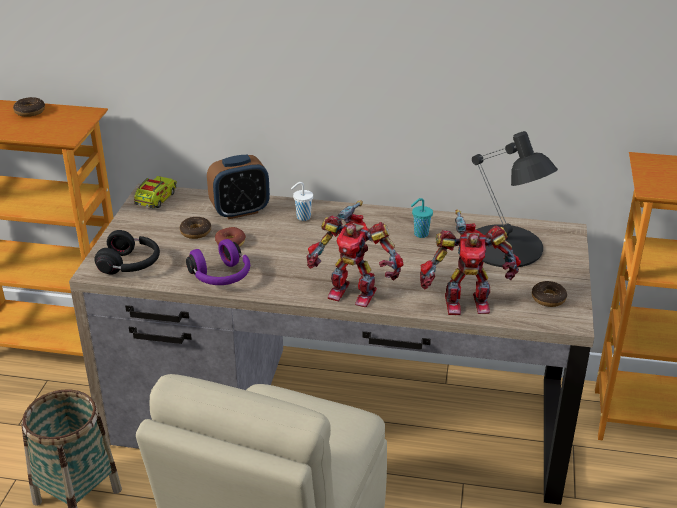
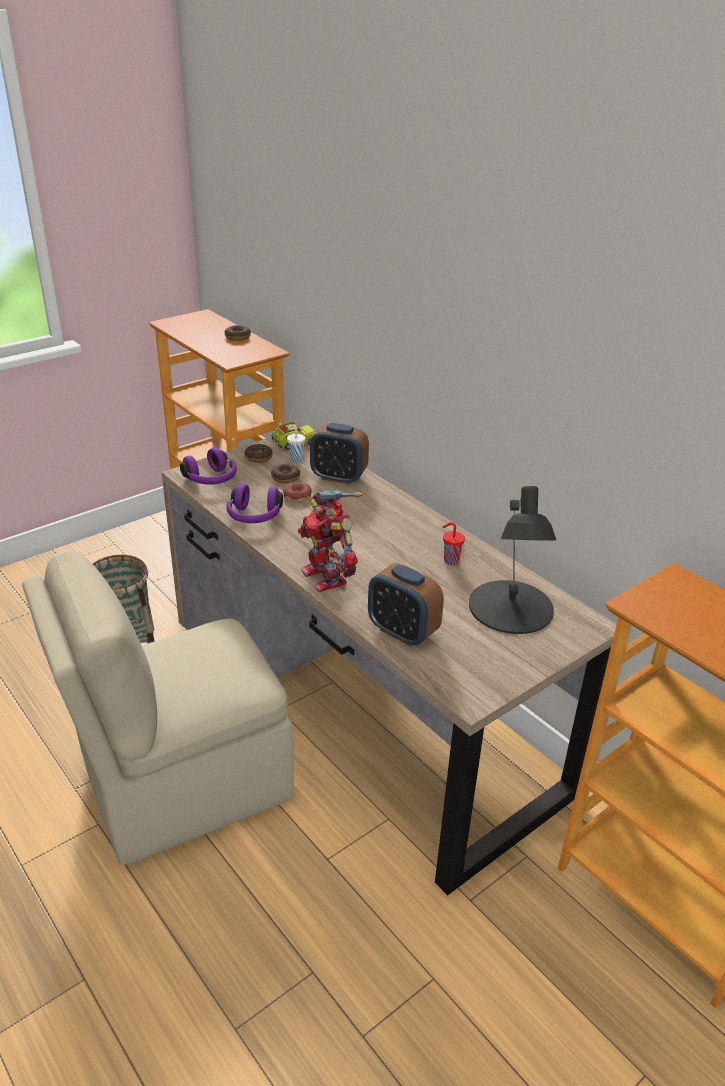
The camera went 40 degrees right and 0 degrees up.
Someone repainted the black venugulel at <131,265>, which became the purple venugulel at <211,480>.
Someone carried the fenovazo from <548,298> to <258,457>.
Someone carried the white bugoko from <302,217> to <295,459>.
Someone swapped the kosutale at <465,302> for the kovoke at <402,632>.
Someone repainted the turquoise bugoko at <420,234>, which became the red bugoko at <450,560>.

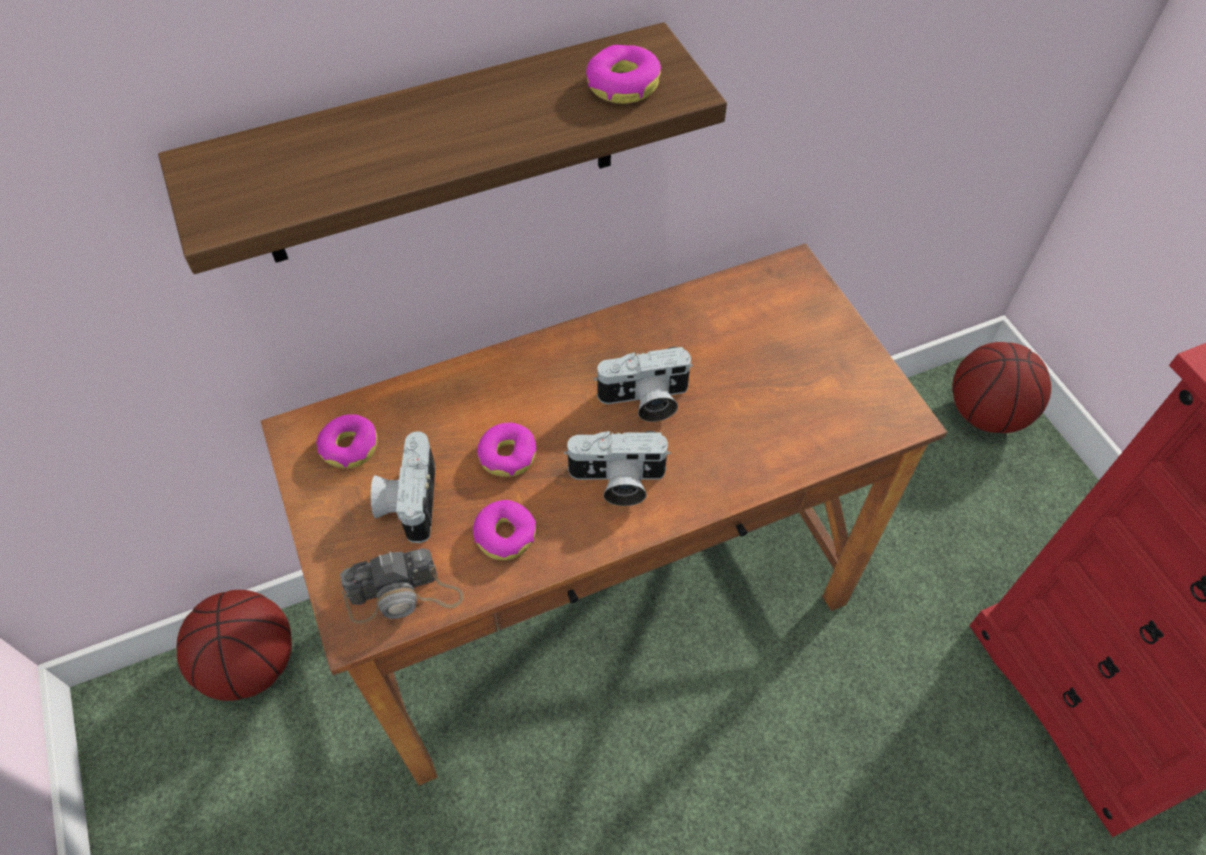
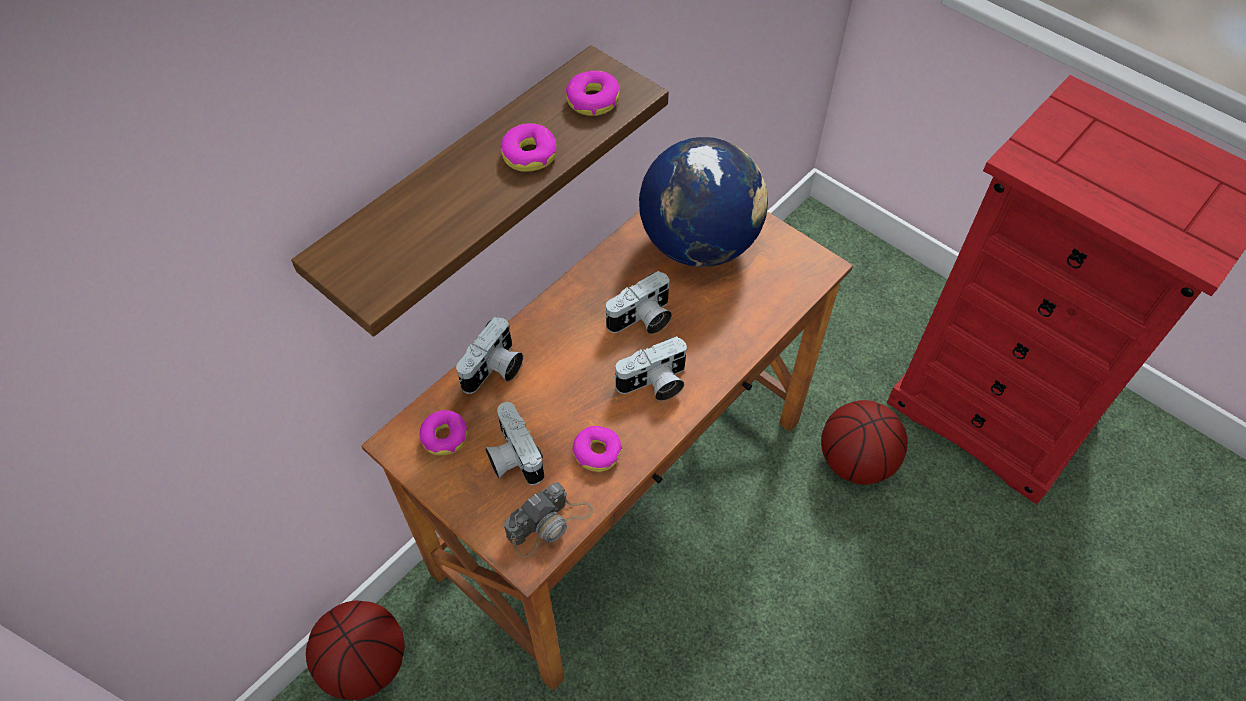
The camera went 25 degrees left and 0 degrees up.
Someone put down the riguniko at <495,370>.
Someone carried the fenovazo from <508,455> to <529,154>.
Someone put down the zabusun at <699,243>.
Someone carried the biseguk from <986,414> to <856,461>.

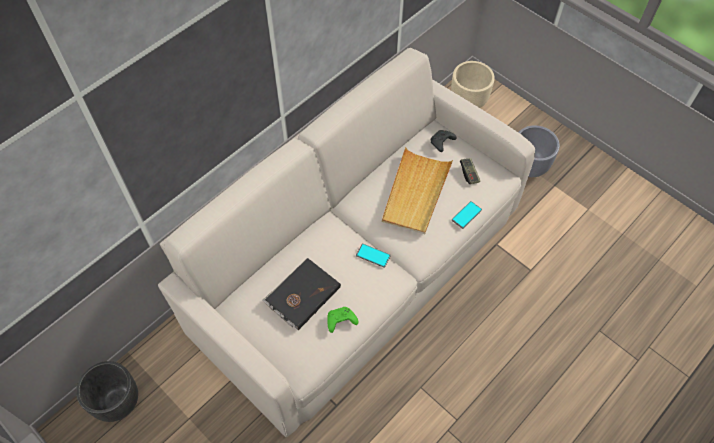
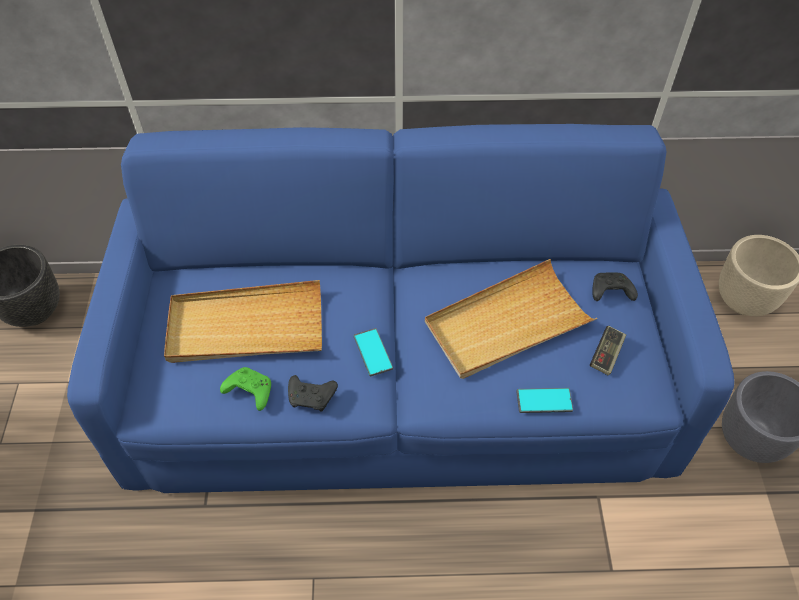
The camera went 45 degrees right and 5 degrees down.
Someone repainted the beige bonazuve at <357,263>, which became the blue bonazuve at <401,373>.
Someone swapped the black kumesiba at <302,294> for the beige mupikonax at <245,327>.
Someone put down the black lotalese at <312,397>.

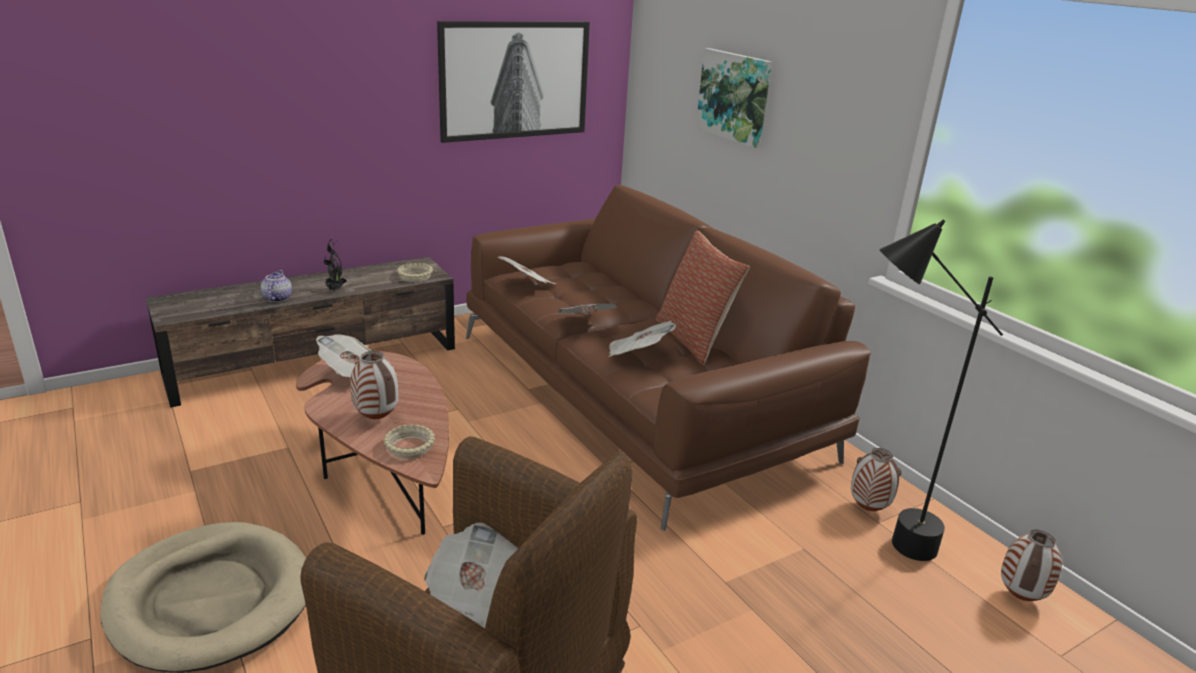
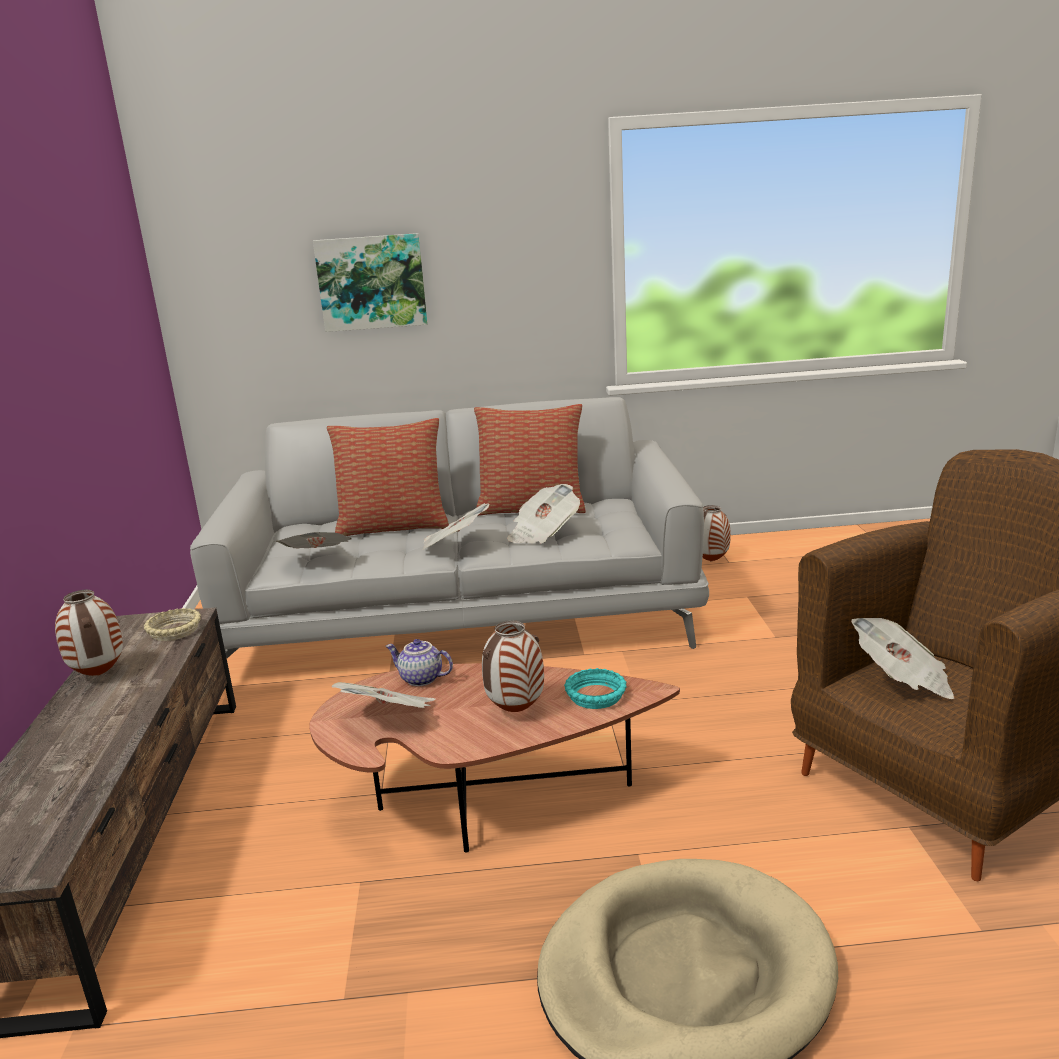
The camera went 60 degrees left and 5 degrees down.
Someone carried the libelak from <1021,598> to <100,675>.
Someone repainted the brown bonazuve at <636,395>, which became the grey bonazuve at <464,614>.
Someone put down the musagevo at <393,527>.
Someone carried the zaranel from <277,298> to <420,679>.
Someone repainted the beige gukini at <410,446>, which became the turquoise gukini at <595,695>.
Someone took away the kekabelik at <335,290>.
Someone took away the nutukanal at <515,80>.
Someone took away the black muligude at <878,545>.

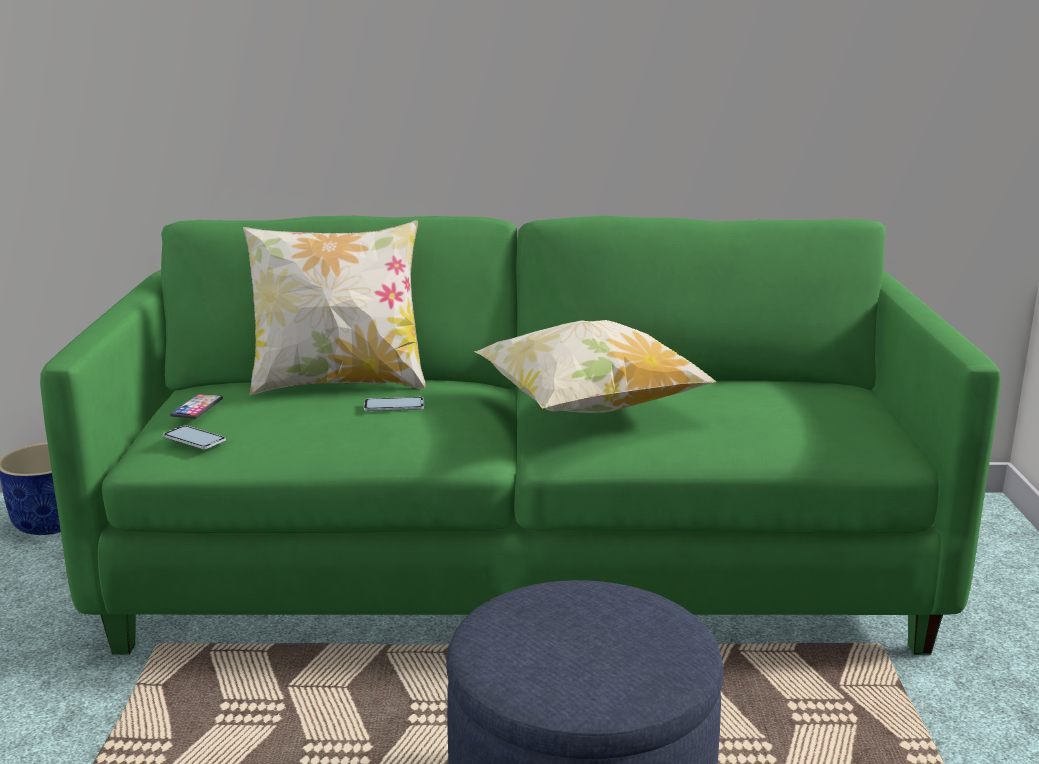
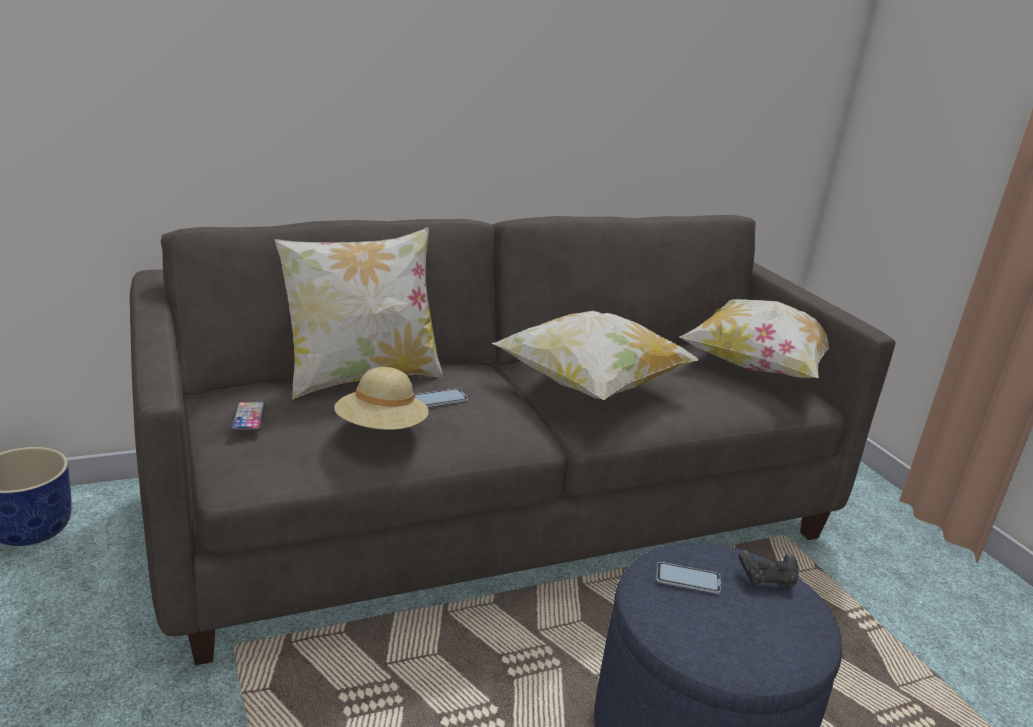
The camera went 25 degrees left and 5 degrees up.
Someone repainted the green bonazuve at <521,569>, which became the grey bonazuve at <501,512>.
Someone put down the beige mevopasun at <381,429>.
Someone carried the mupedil from <194,439> to <688,579>.
Someone put down the musagevo at <758,367>.
Someone put down the black lotalese at <767,579>.

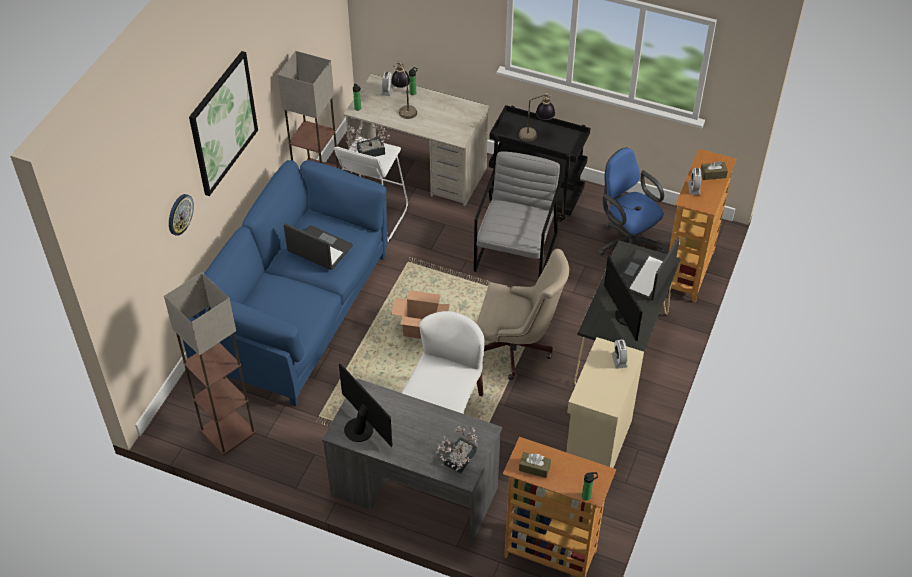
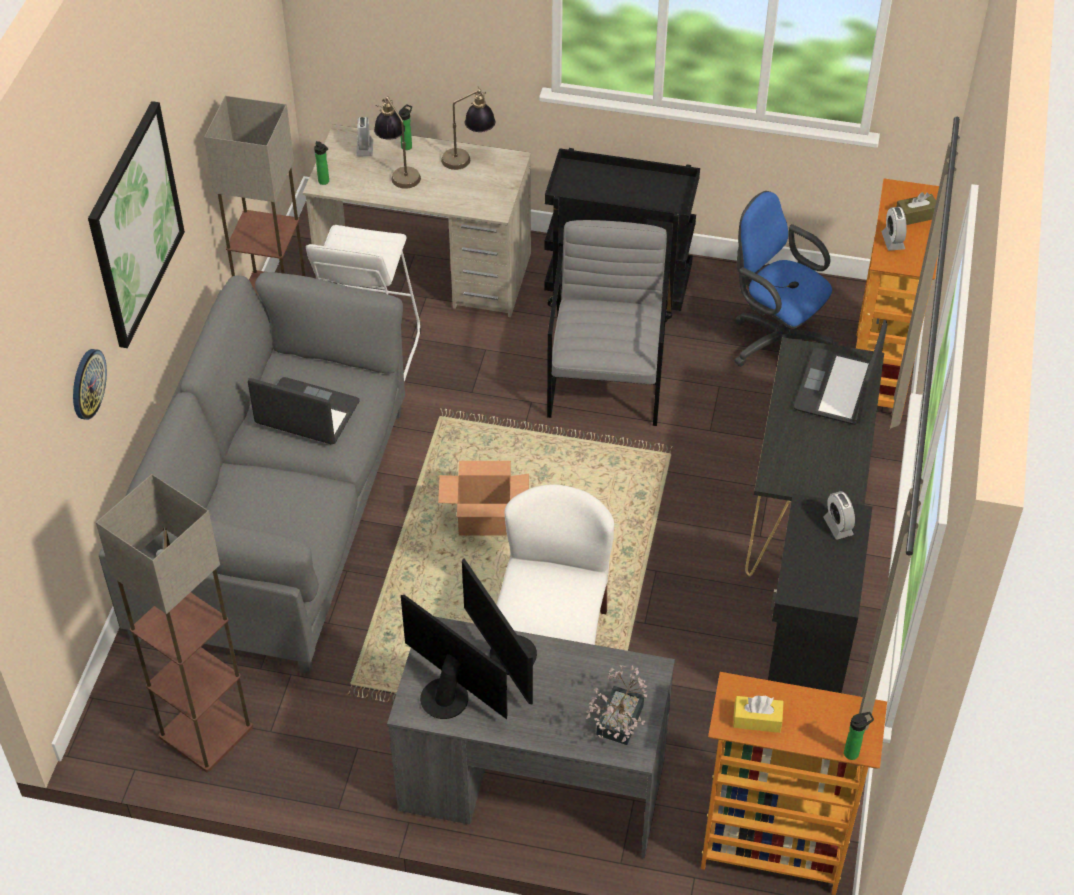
The camera went 10 degrees left and 0 degrees up.
Someone repainted the blue bonazuve at <294,312>, which became the grey bonazuve at <274,521>.
Someone carried the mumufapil from <536,135> to <468,158>.
Someone carried the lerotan from <625,316> to <507,658>.
Someone repainted the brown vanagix at <534,468>, which became the yellow vanagix at <757,719>.
Someone repainted the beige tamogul at <596,445>, which became the black tamogul at <803,665>.
Someone took away the kekabelik at <367,152>.
Someone took away the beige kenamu at <516,349>.

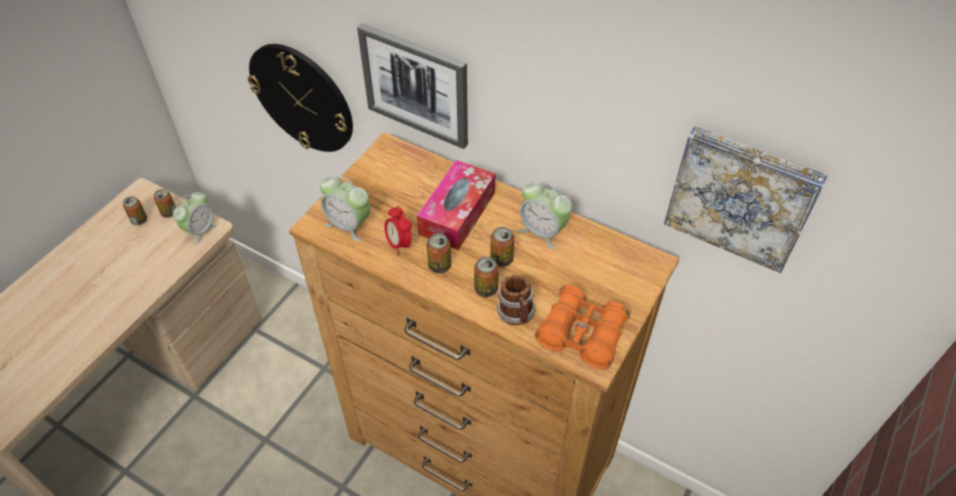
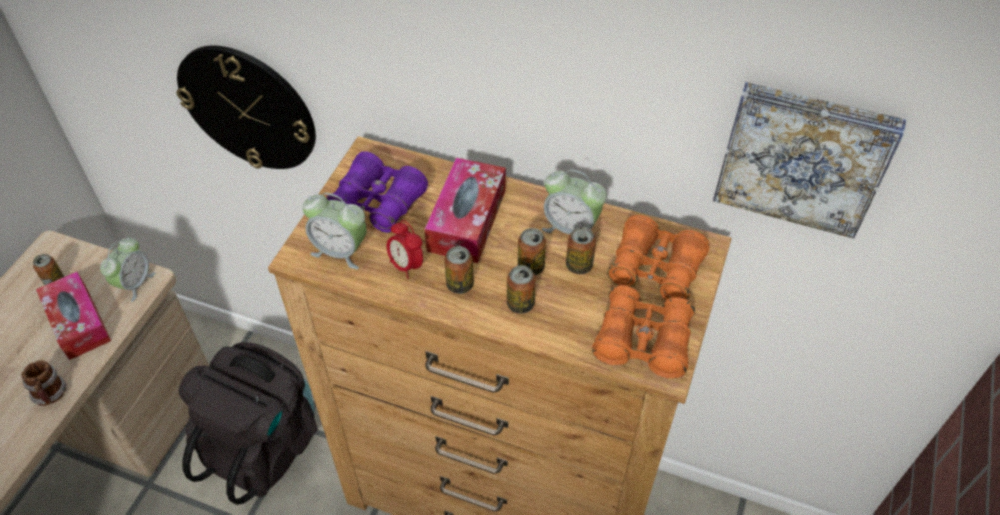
The camera went 10 degrees left and 0 degrees up.
Someone carried the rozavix from <517,315> to <51,395>.
Someone put down the vanagix at <78,322>.
Someone put down the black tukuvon at <263,445>.
Someone put down the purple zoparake at <378,203>.
Someone carried the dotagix from <169,212> to <579,265>.
Someone put down the orange zoparake at <655,269>.
Someone took away the nutukanal at <416,85>.

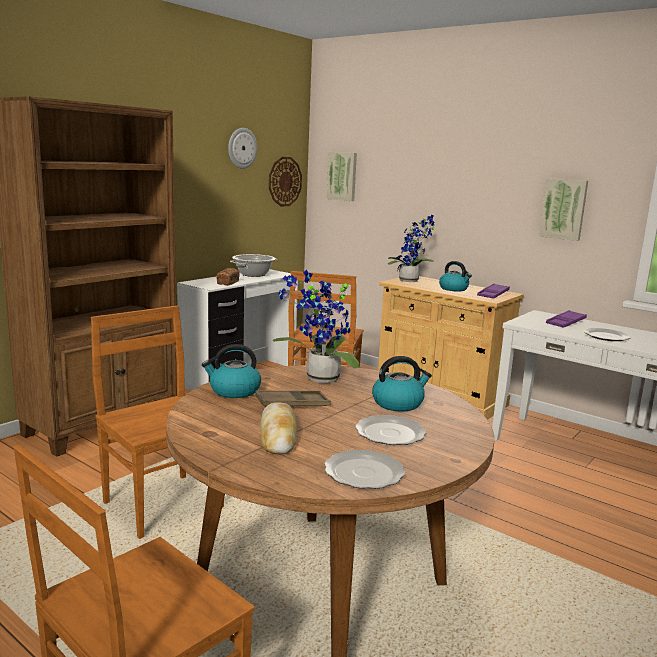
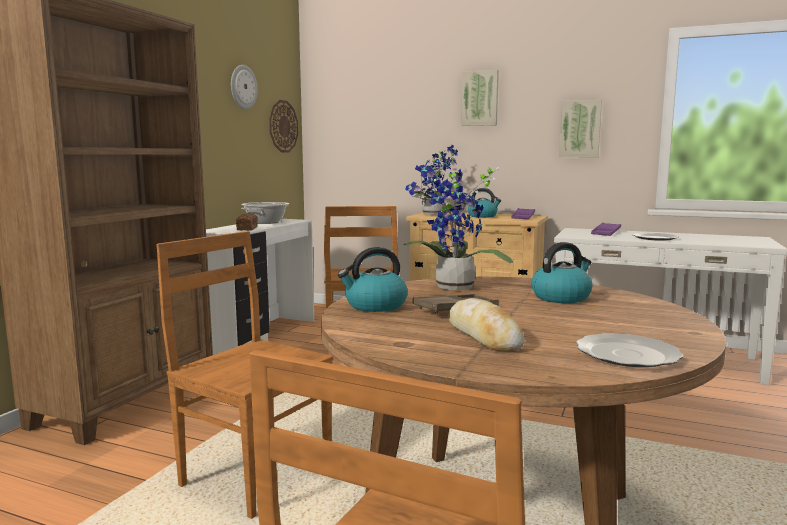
The camera went 15 degrees left and 5 degrees down.
Someone carried the nutukanal from <342,176> to <480,98>.
Someone took away the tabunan at <389,433>.

